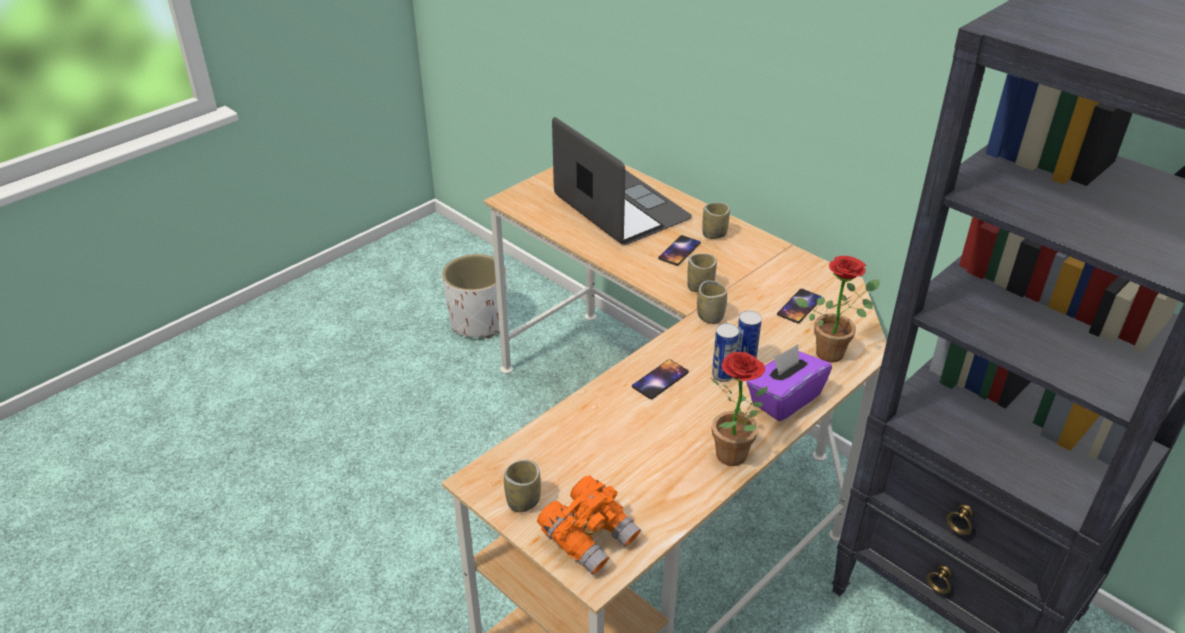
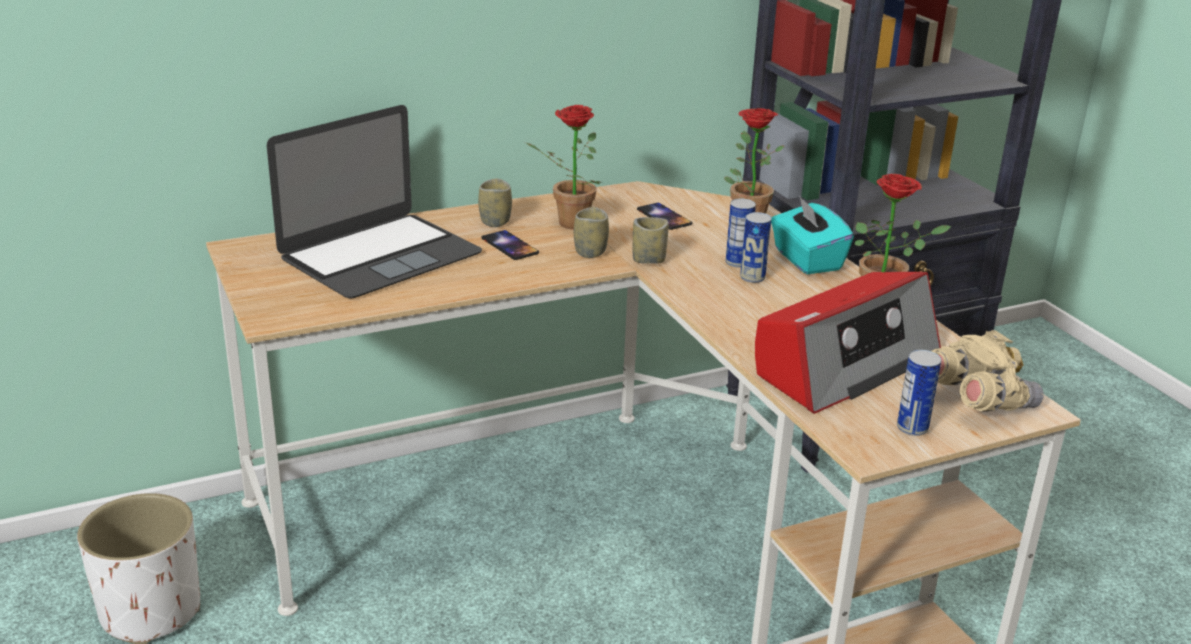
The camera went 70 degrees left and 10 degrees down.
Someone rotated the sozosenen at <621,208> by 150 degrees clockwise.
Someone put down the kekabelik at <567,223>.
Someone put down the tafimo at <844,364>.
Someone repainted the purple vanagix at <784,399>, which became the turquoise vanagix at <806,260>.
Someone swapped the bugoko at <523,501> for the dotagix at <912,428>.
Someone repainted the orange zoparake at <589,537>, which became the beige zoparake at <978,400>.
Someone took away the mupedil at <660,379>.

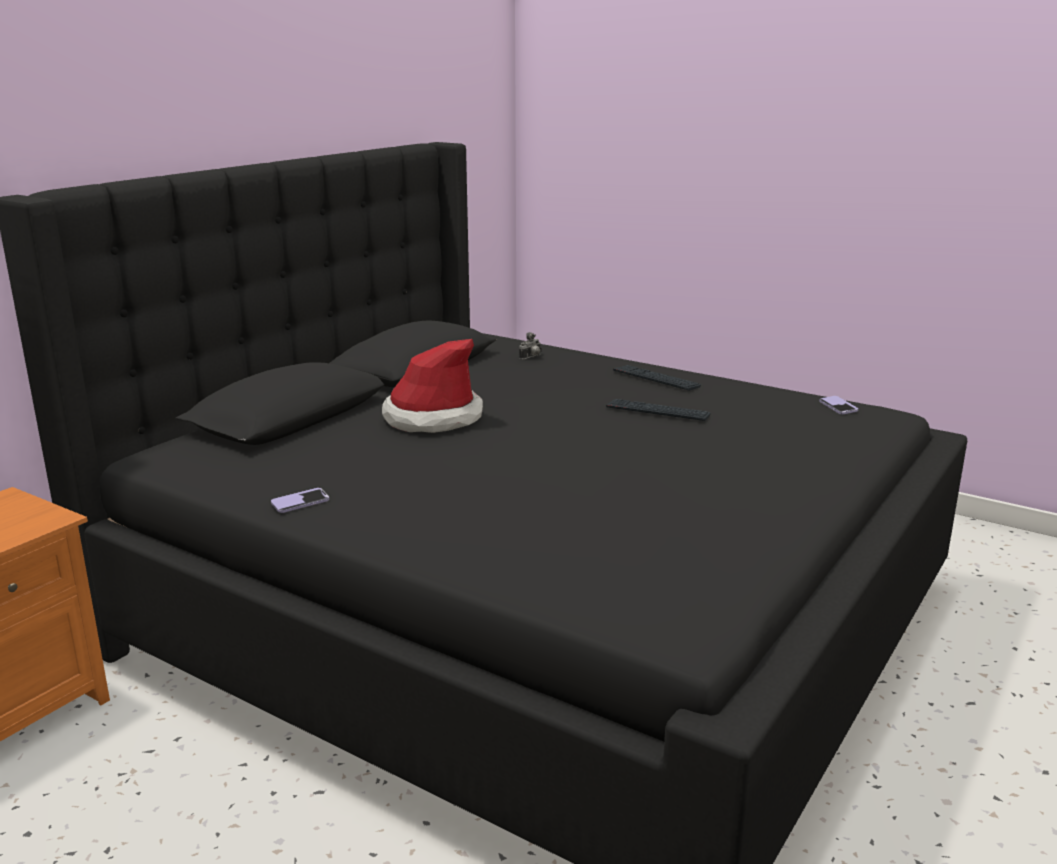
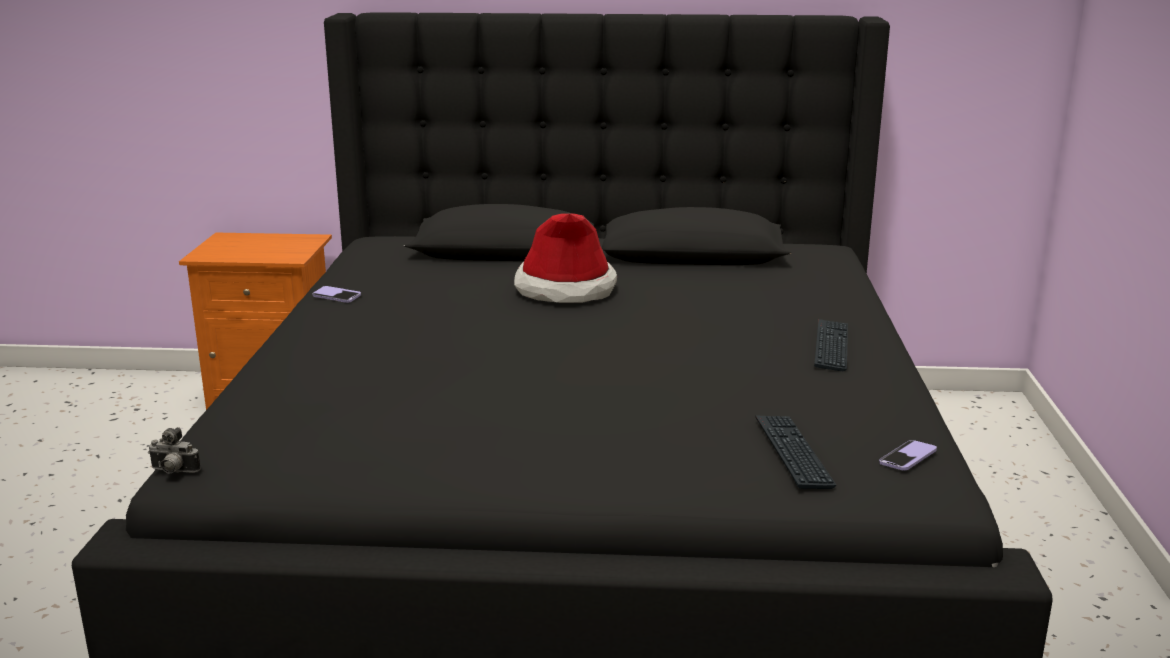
The camera went 60 degrees right and 0 degrees up.
Someone carried the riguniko from <532,357> to <173,472>.
Someone carried the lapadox from <657,412> to <793,453>.

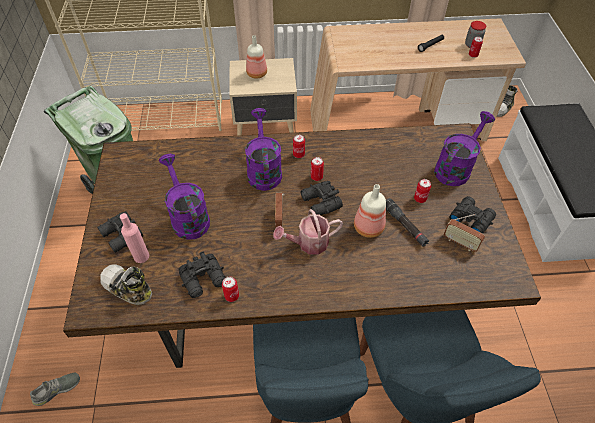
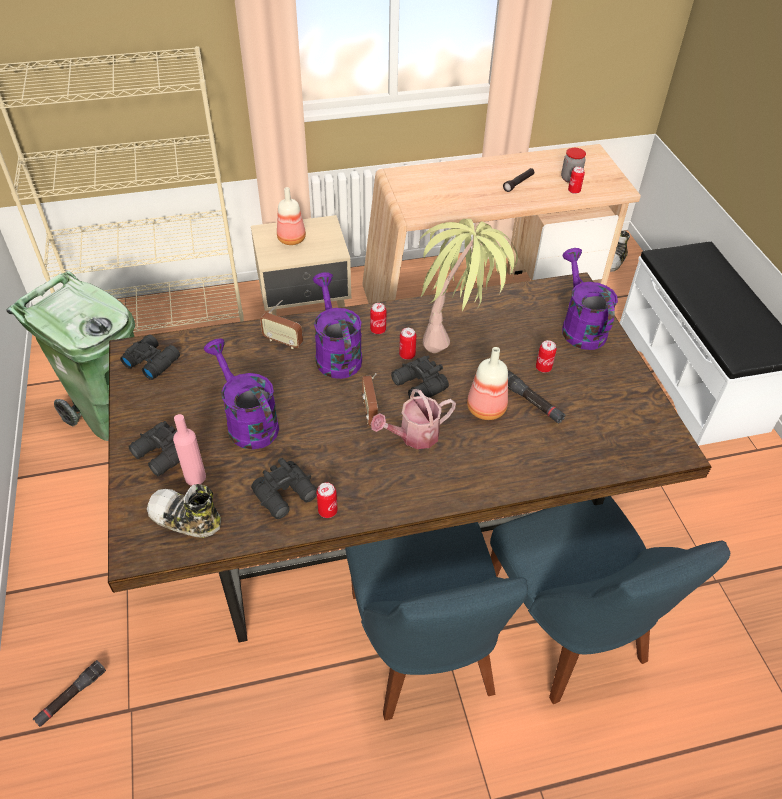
The camera went 10 degrees left and 5 degrees down.
Someone swapped the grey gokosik at <57,389> for the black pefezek at <71,696>.
Someone carried the black zoparake from <470,218> to <152,361>.
Someone carried the tafimo from <460,243> to <283,342>.
Someone put down the kekabelik at <459,335>.
Someone rotated the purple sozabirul at <455,168> by 45 degrees counterclockwise.

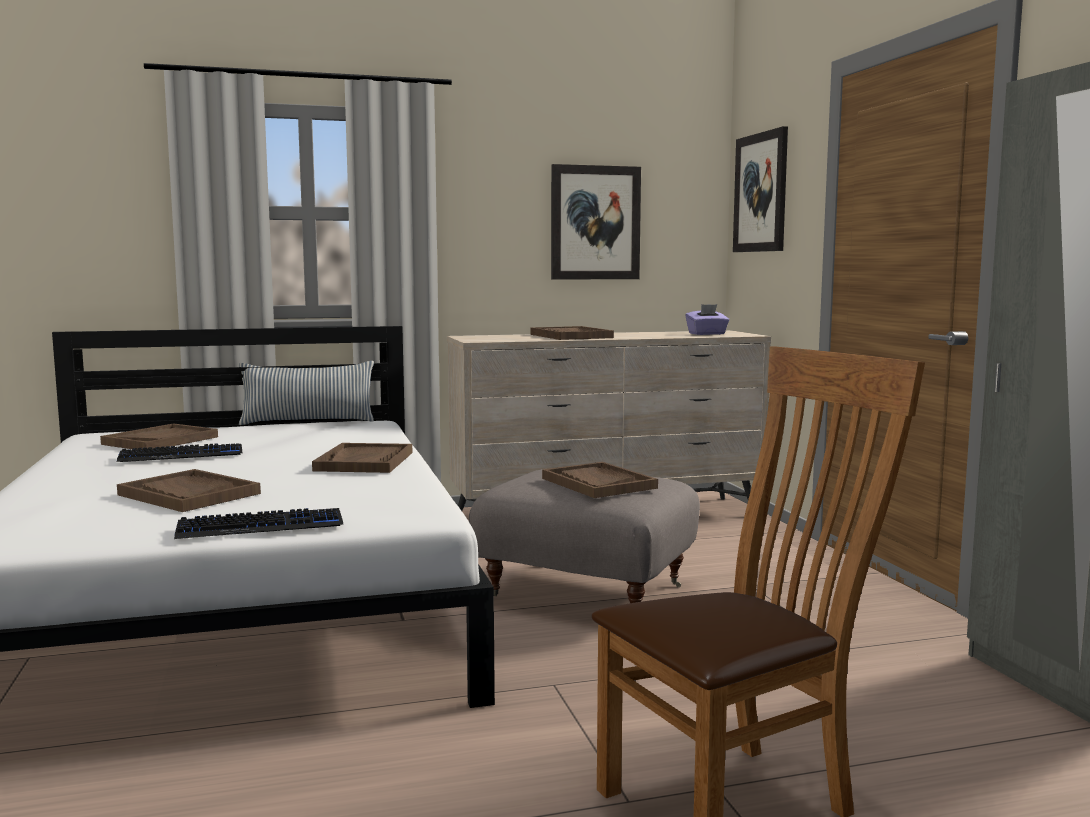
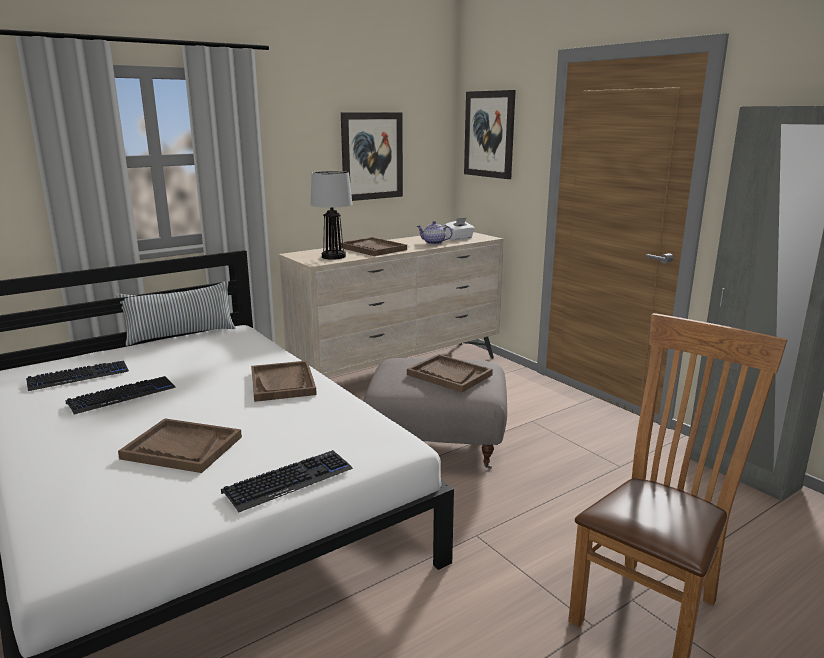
The camera went 20 degrees left and 10 degrees up.
Someone swapped the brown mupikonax at <160,440> for the lapadox at <78,377>.
Someone put down the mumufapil at <333,256>.
Someone put down the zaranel at <433,243>.
Someone repainted the purple vanagix at <707,334>, which became the white vanagix at <459,238>.

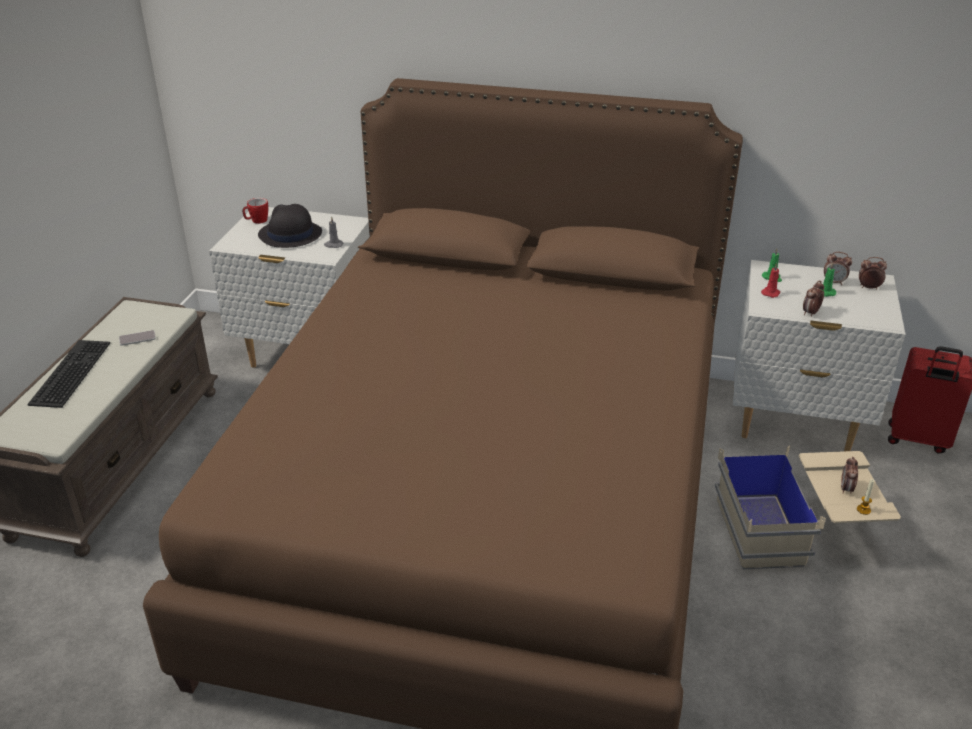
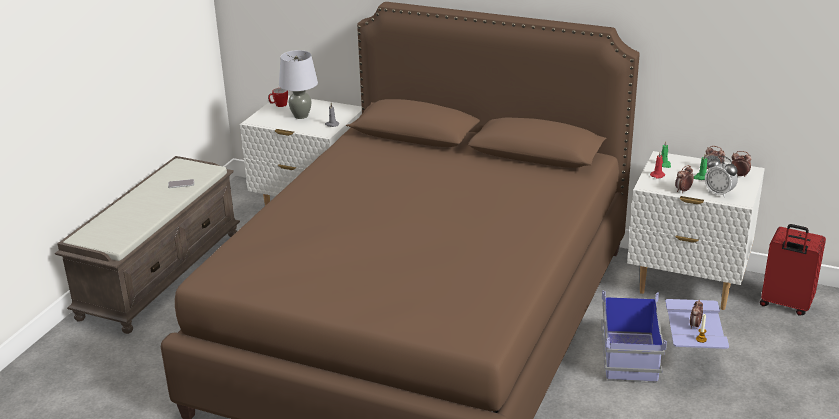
The camera went 10 degrees right and 5 degrees down.
Someone swapped the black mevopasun at <290,235> for the grey mumufapil at <301,116>.
Someone repainted the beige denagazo at <796,532>, which became the blue denagazo at <659,360>.
Someone put down the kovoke at <719,193>.
Someone took away the lapadox at <69,372>.

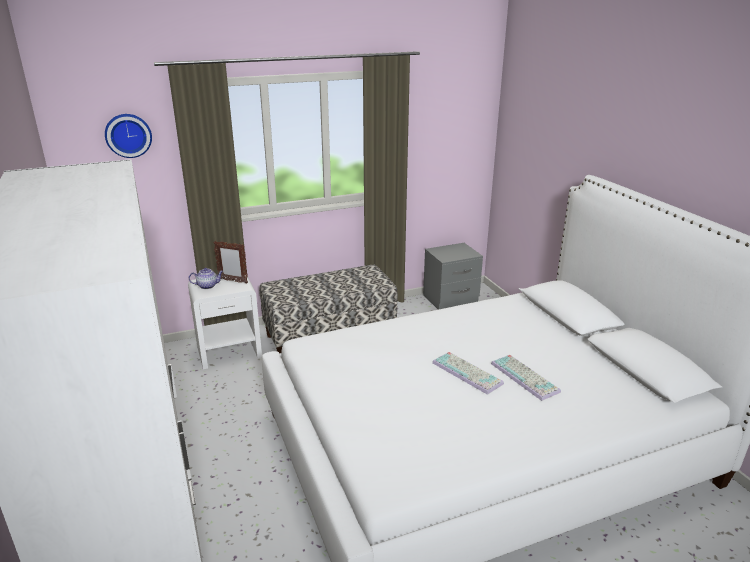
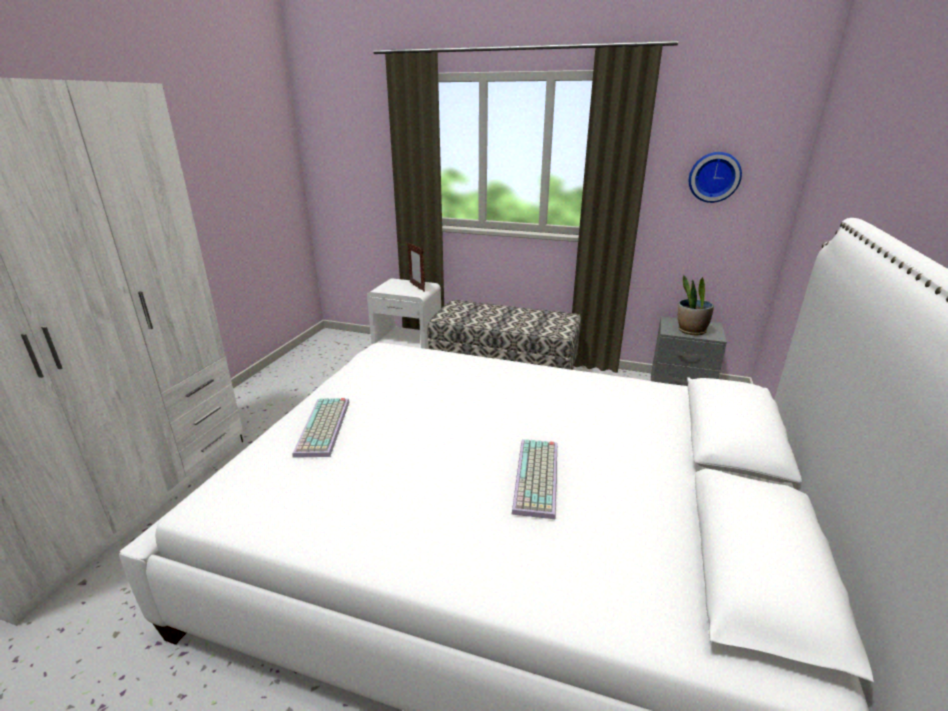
The camera went 40 degrees right and 0 degrees up.
Someone carried the lapadox from <468,373> to <325,428>.
Someone put down the kekabelik at <691,331>.
Someone carried the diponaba from <128,135> to <714,177>.
Someone took away the zaranel at <208,286>.

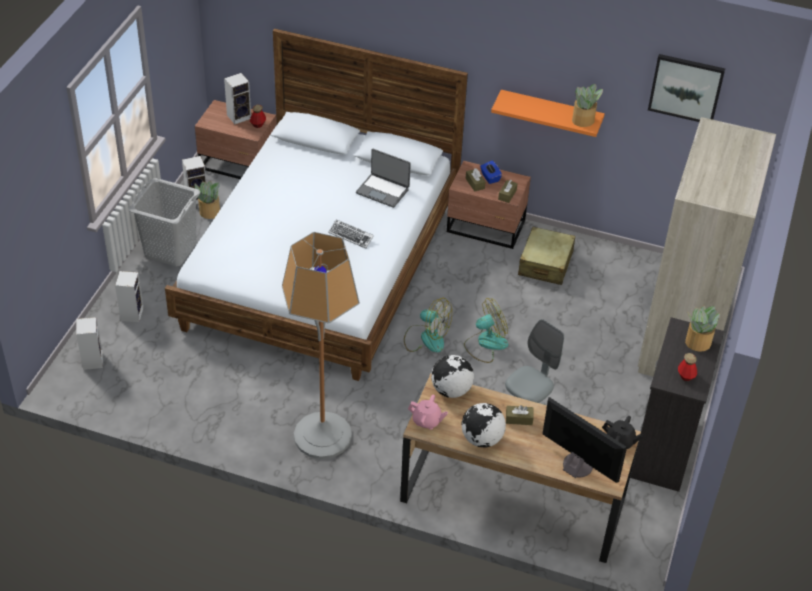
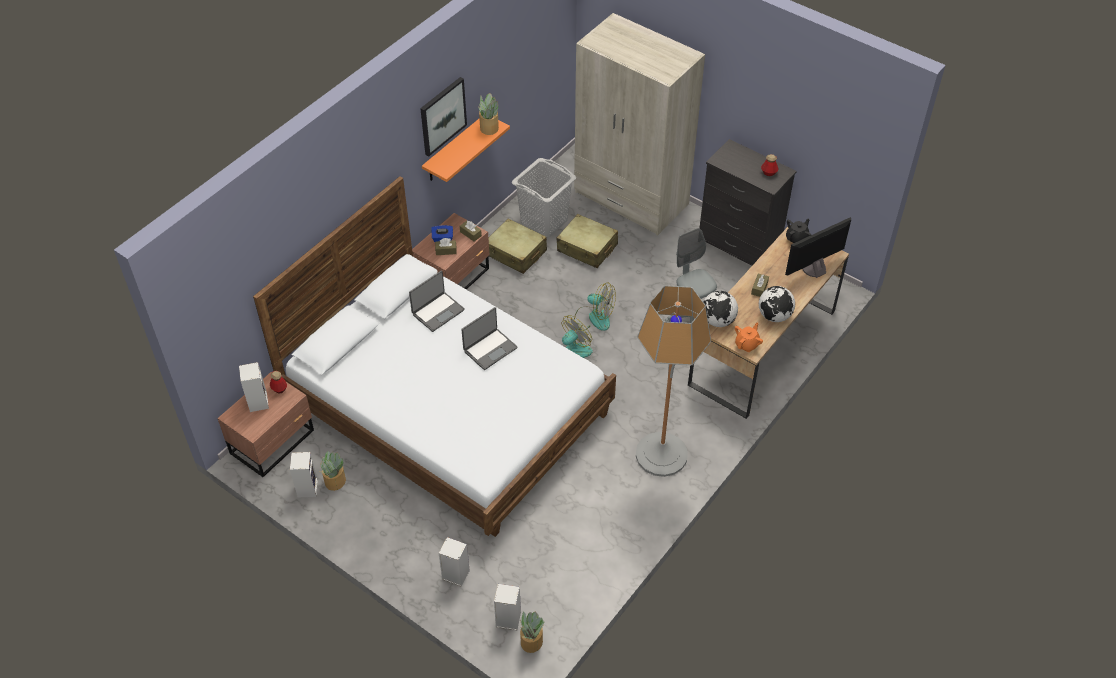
The camera went 70 degrees left and 5 degrees up.
Someone carried the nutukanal from <686,88> to <442,116>.
Someone swapped the lapadox at <351,236> for the sozosenen at <489,349>.
Someone carried the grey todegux from <170,249> to <544,222>.
Someone carried the kekabelik from <697,342> to <531,642>.
Someone put down the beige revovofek at <587,248>.
Someone rotated the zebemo at <485,343> by 120 degrees clockwise.
Someone repainted the pink zaranel at <427,421>, which became the orange zaranel at <747,344>.

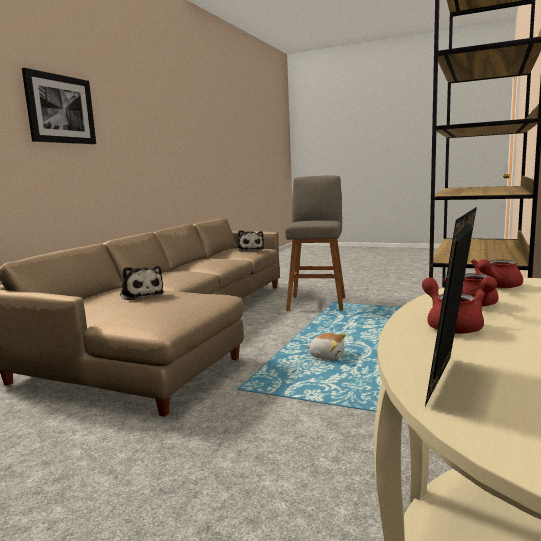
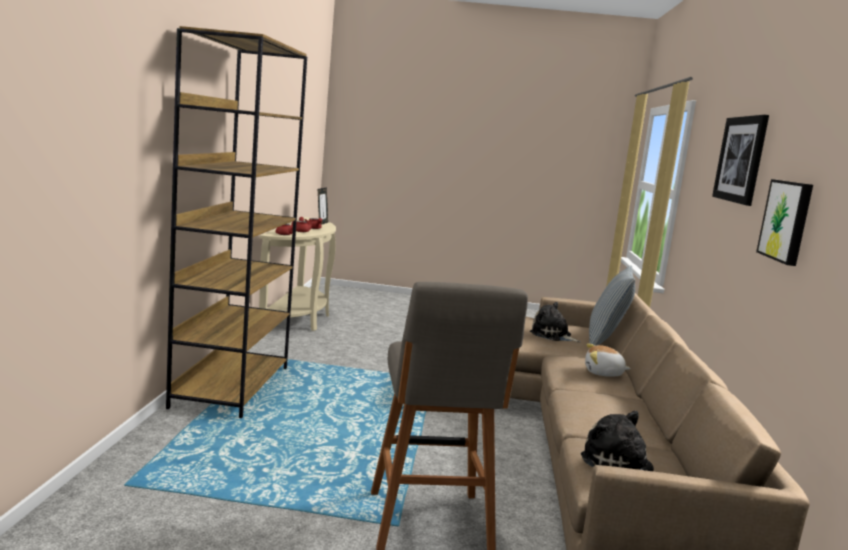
The camera went 160 degrees right and 0 degrees up.
Someone carried the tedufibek from <326,356> to <603,373>.
Someone put down the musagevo at <605,342>.
Someone put up the nutukanal at <787,221>.

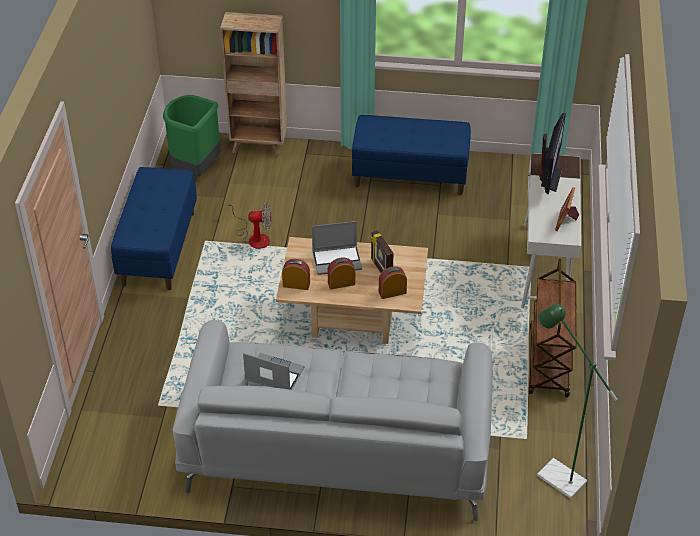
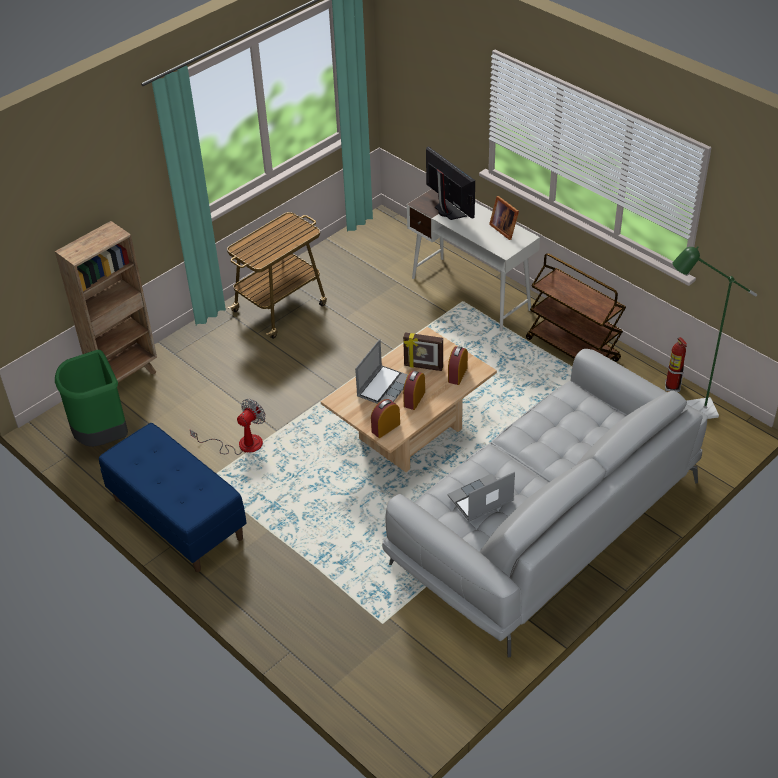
The camera went 50 degrees left and 0 degrees up.
Someone swapped the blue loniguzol at <410,175> for the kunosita at <281,307>.
Someone put down the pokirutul at <672,387>.

